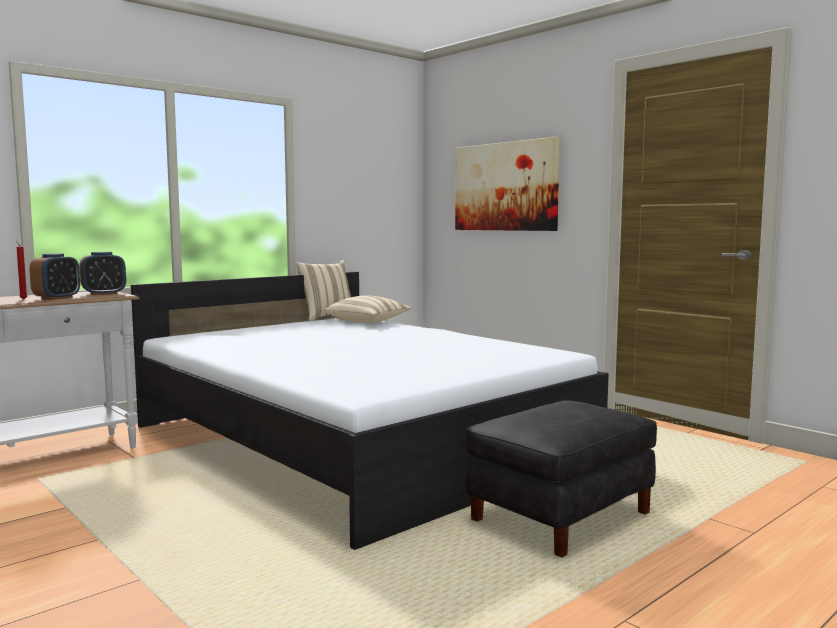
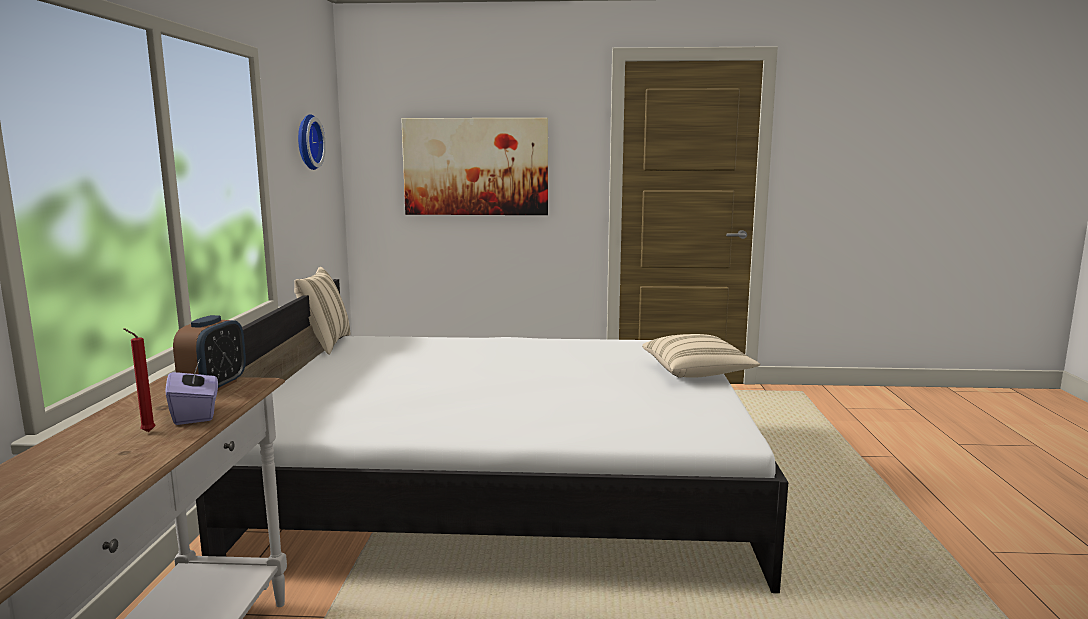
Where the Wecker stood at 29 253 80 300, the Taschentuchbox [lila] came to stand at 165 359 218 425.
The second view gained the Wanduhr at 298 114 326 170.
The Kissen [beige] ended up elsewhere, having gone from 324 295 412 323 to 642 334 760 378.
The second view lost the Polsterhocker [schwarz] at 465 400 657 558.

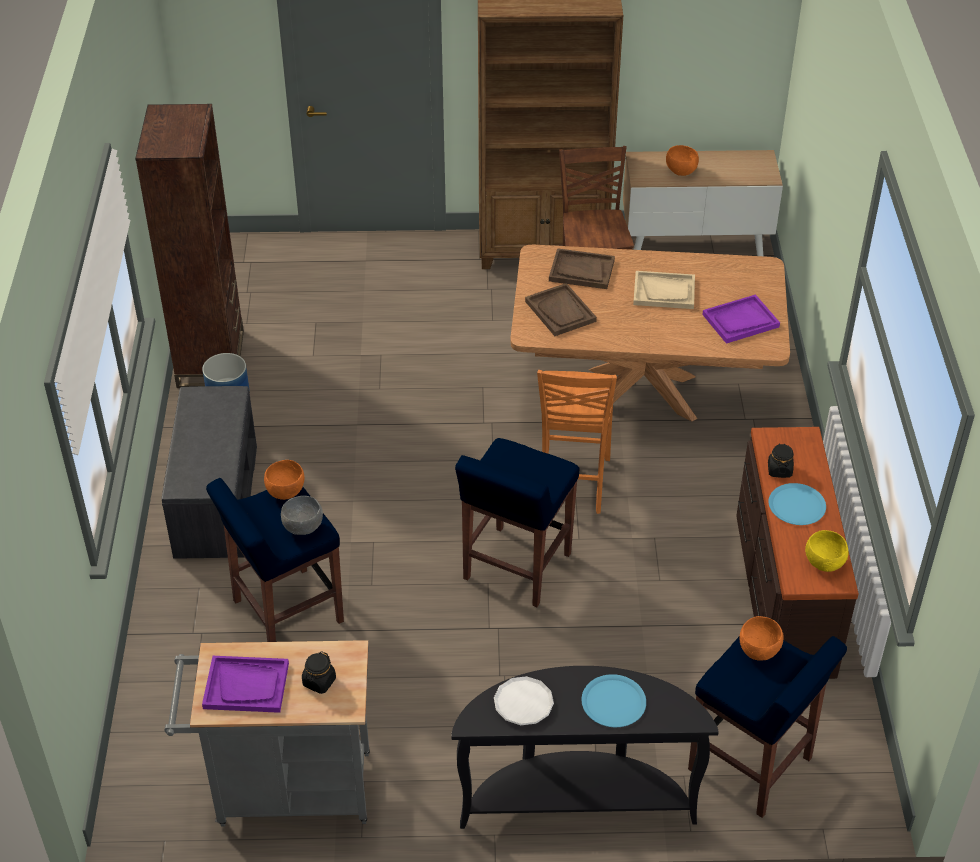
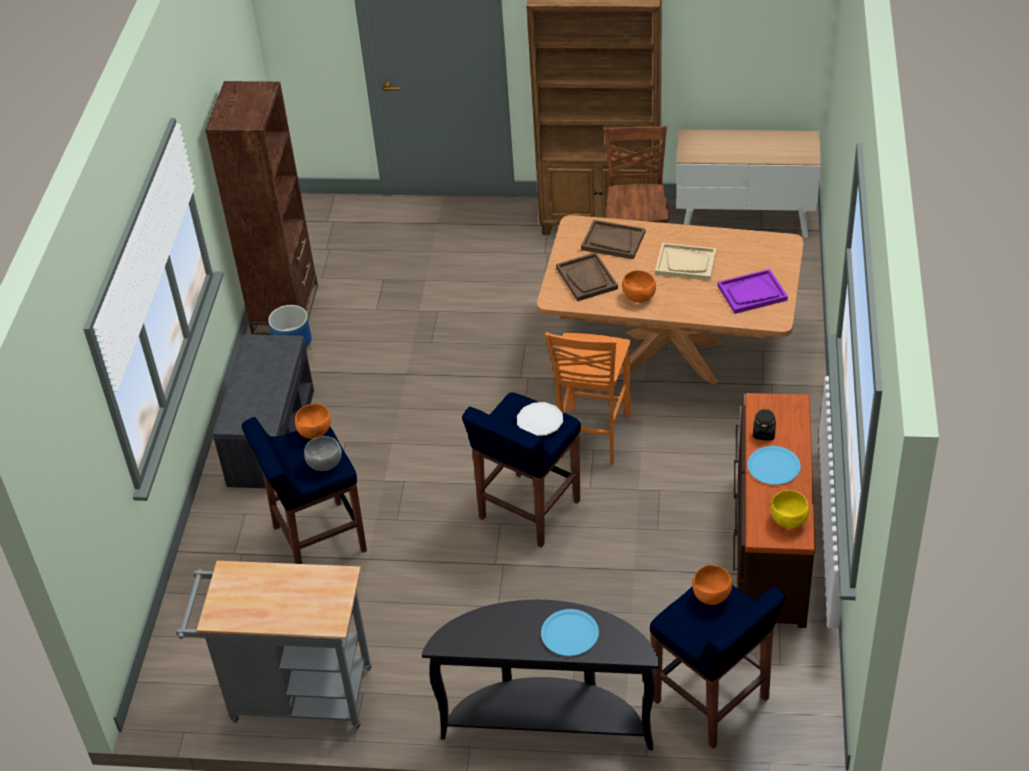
The Teller [weiß] ended up elsewhere, having gone from 494 676 554 725 to 517 402 563 436.
The Schüssel [orange] ended up elsewhere, having gone from 666 145 699 176 to 622 270 656 303.
The second view lost the Tablett [lila] at 202 656 289 713.
The second view lost the Vorratsglas [schwarz] at 302 651 336 694.

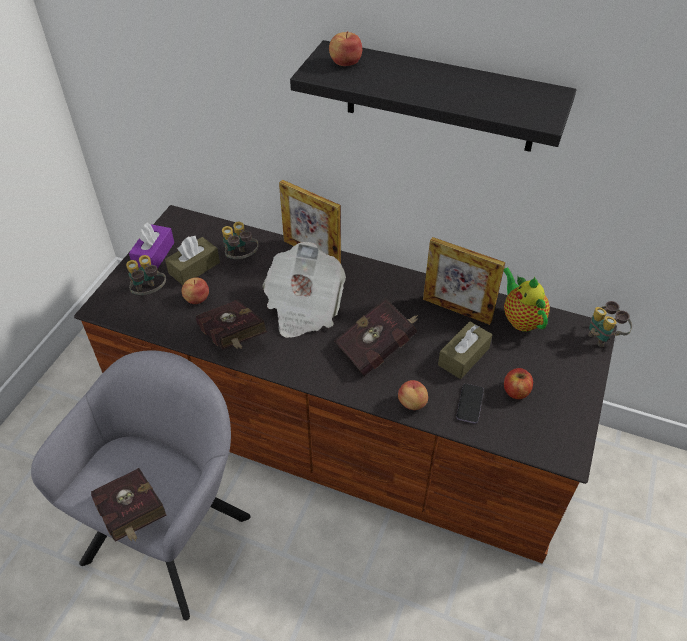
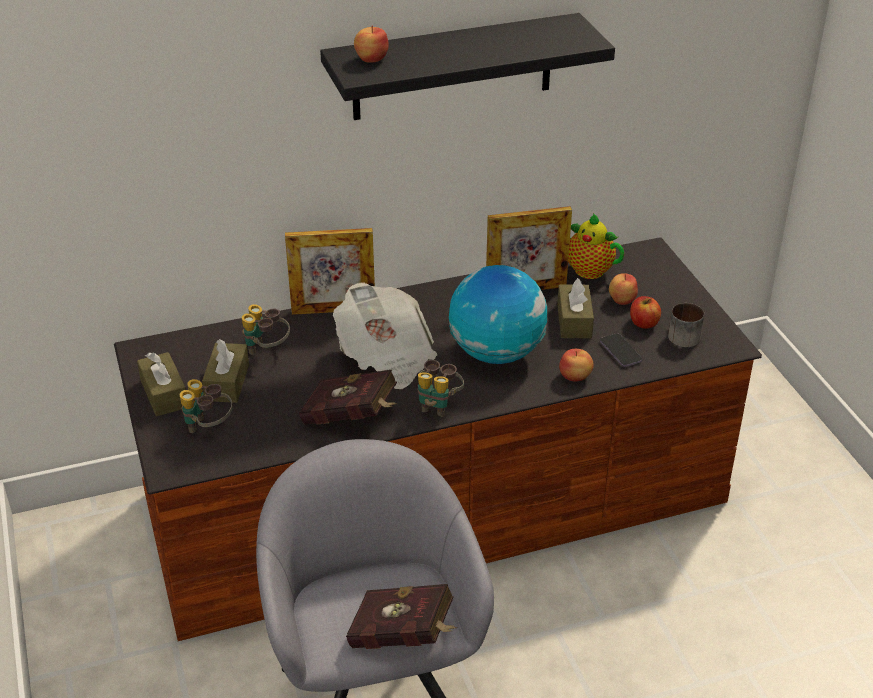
What was the Taschentuchbox [lila] at 129 223 174 269 turned into the Taschentuchbox [braun] at 137 352 186 416.
The Fernglas ended up elsewhere, having gone from 588 301 632 347 to 418 360 464 417.
Where the Buch [rot] stood at 334 298 418 376, the Globus came to stand at 449 265 547 364.
The Apfel ended up elsewhere, having gone from 182 277 209 304 to 609 273 638 305.
The second view gained the Henkelbecher at 668 303 704 347.

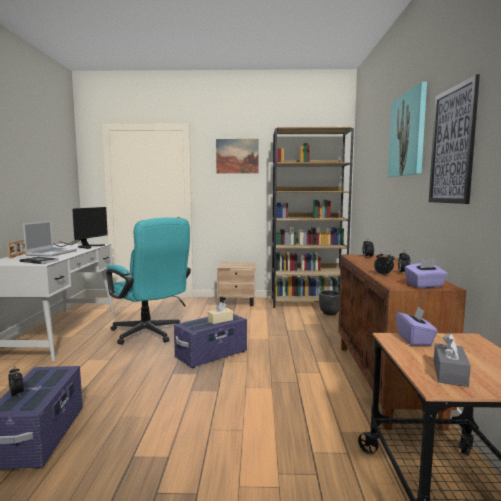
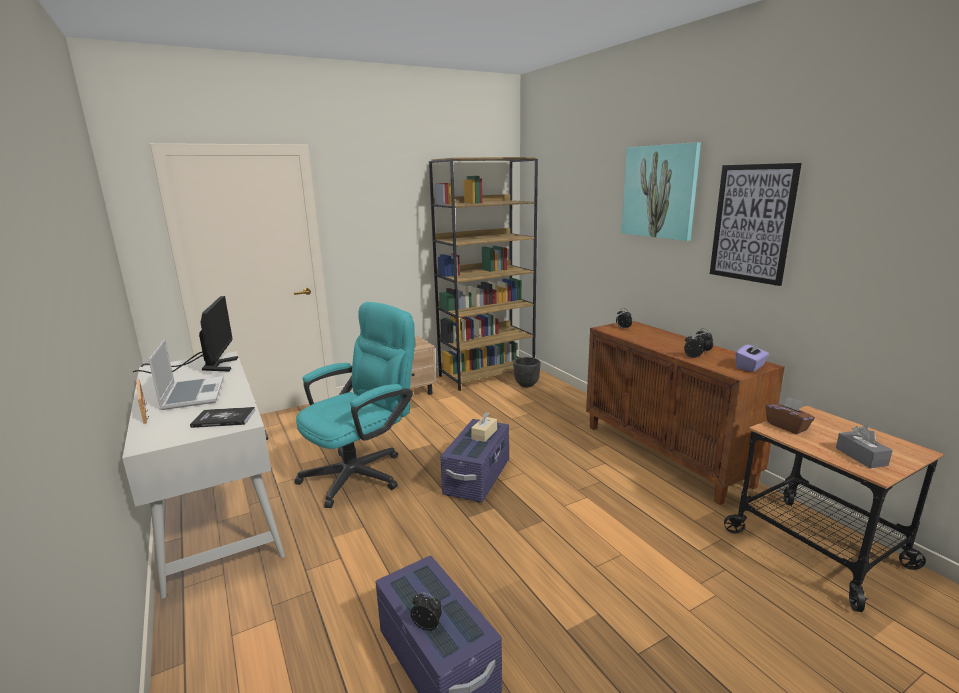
The Bürostuhl [türkis] at 106 217 191 345 ended up facing another way, 60 degrees counterclockwise from before.
What was the Taschentuchbox [lila] at 396 306 438 346 turned into the Taschentuchbox [braun] at 766 396 815 434.
The second view lost the Bild at 216 139 259 174.

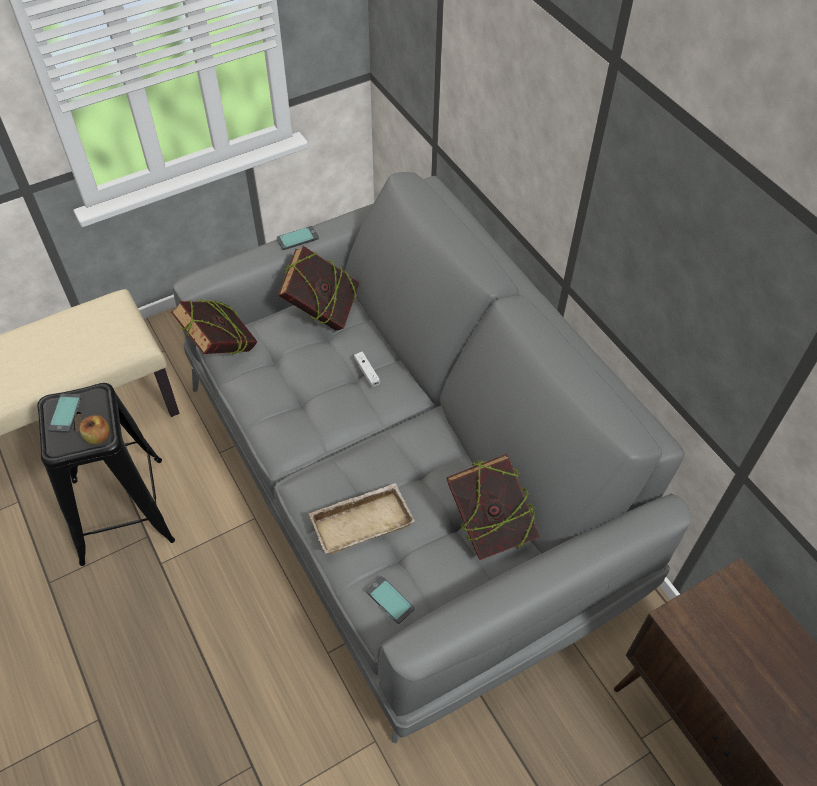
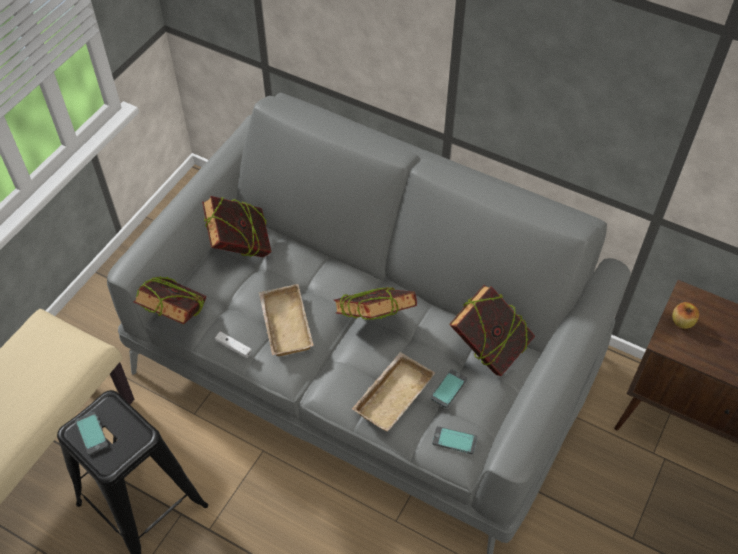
The Gamepad [weiß] ended up elsewhere, having gone from 354 352 380 387 to 215 331 252 358.
The second view gained the Tablett [beige] at 259 284 314 356.
The second view gained the Buch at 334 287 417 320.
The Handy ended up elsewhere, having gone from 276 226 319 250 to 431 369 467 408.
The Apfel ended up elsewhere, having gone from 80 415 110 445 to 672 302 699 329.

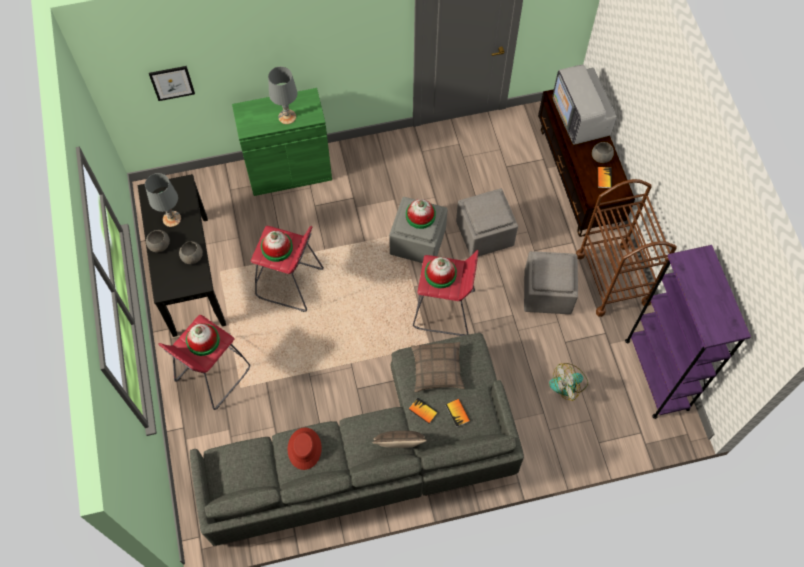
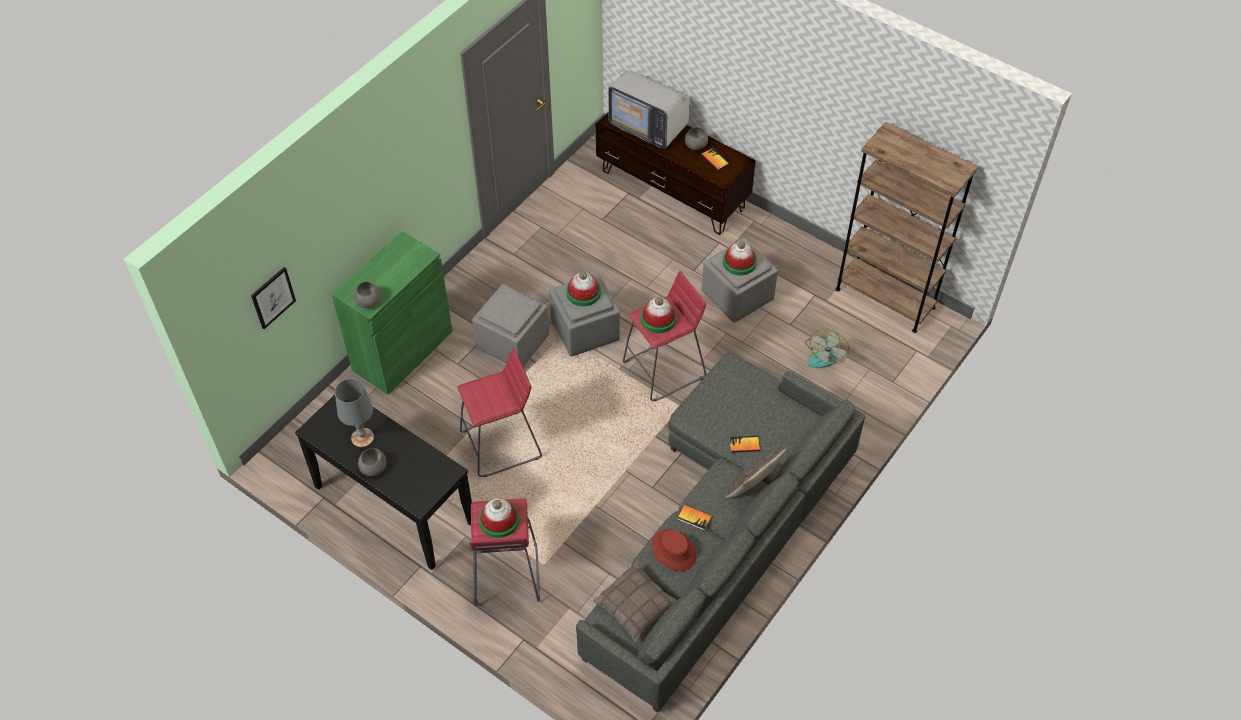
The Schüssel [grau] ended up elsewhere, having gone from 179 241 203 264 to 354 282 381 308.
The Polsterhocker [grau] ended up elsewhere, having gone from 456 188 518 256 to 472 284 549 366.
The Kissen ended up elsewhere, having gone from 411 342 465 392 to 593 562 677 642.
The Buch ended up elsewhere, having gone from 445 399 470 427 to 678 504 712 531.
The Hut ended up elsewhere, having gone from 261 231 293 262 to 723 241 757 275.
What was the Bücherregal [lila] at 625 245 751 419 turned into the Bücherregal [braun] at 835 122 978 333.
The second view lost the Tischlampe [grau] at 268 66 298 124.
The second view lost the Rollwagen [braun] at 576 179 677 317.

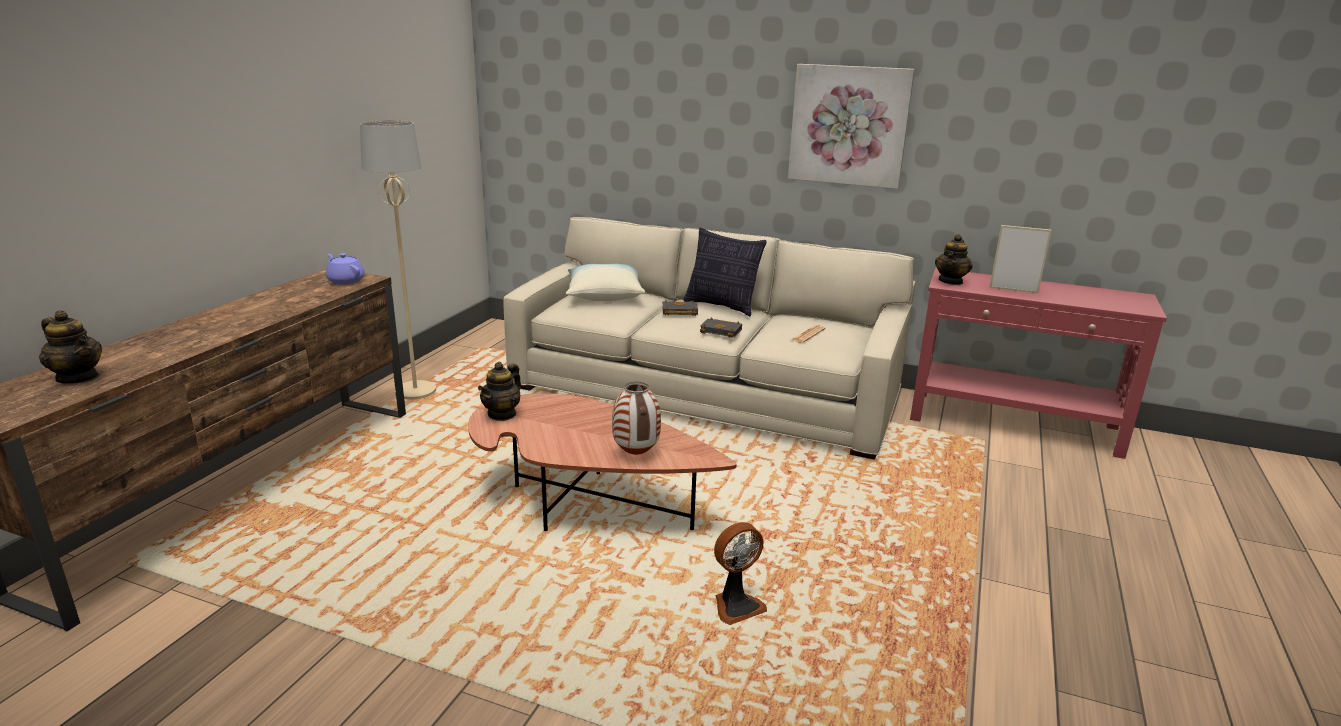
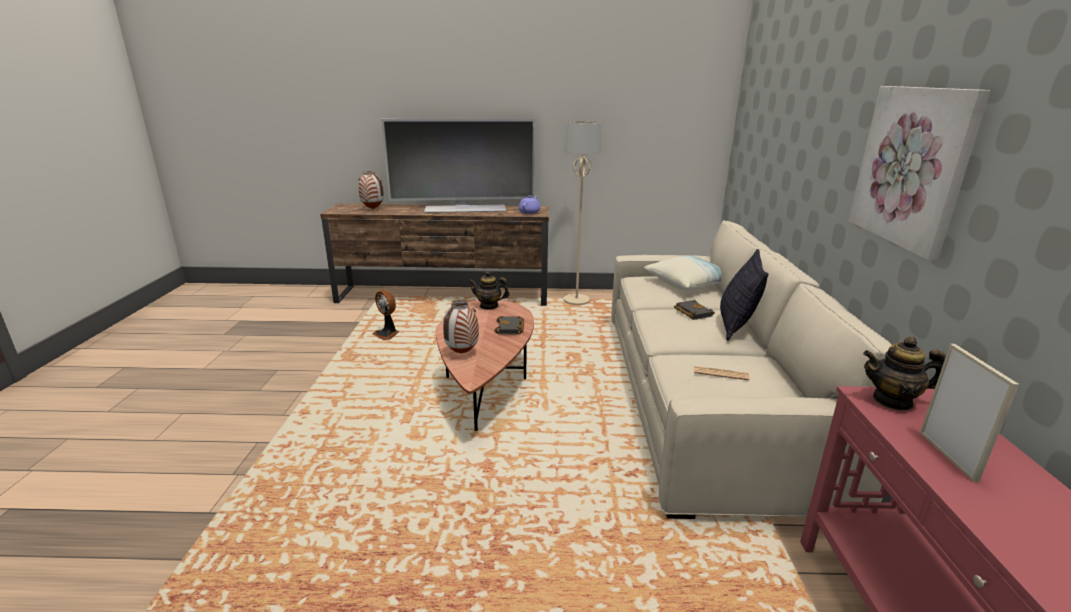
Where the Teekanne stood at 39 310 102 384, the Vase came to stand at 358 171 384 209.
The Ventilator ended up elsewhere, having gone from 714 522 767 625 to 372 290 399 340.
The second view gained the Fernseher at 381 119 535 213.
The Buch [schwarz] ended up elsewhere, having gone from 700 317 742 338 to 494 316 524 335.

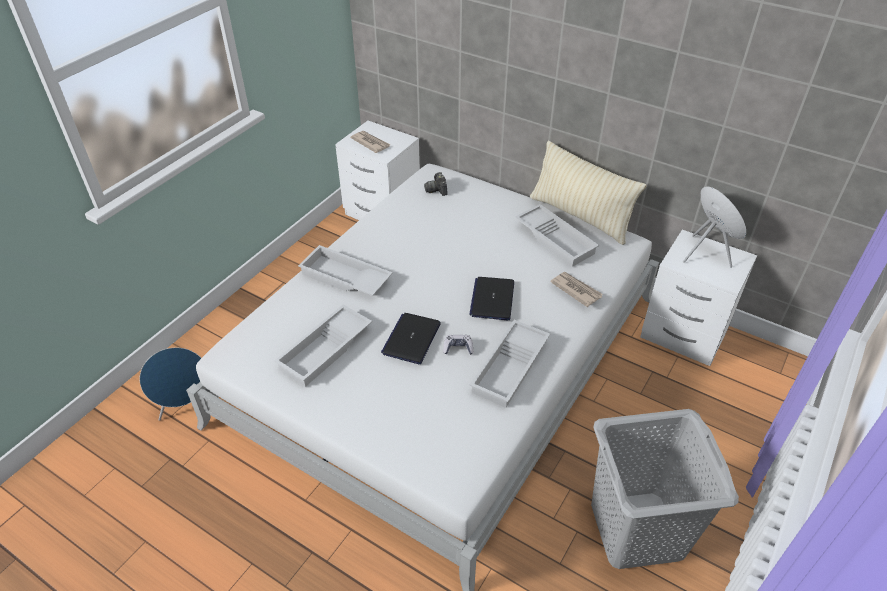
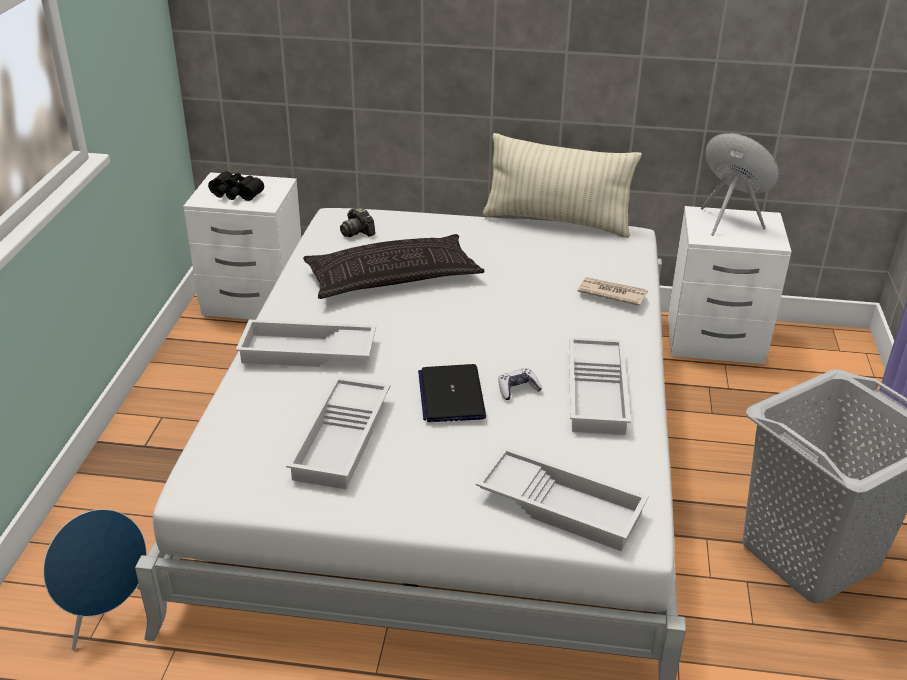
Where the Zeitung stood at 350 131 391 153, the Fernglas [schwarz] came to stand at 208 171 264 201.
The second view gained the Kissen at 303 234 485 299.
The Tablett [weiß] ended up elsewhere, having gone from 515 204 599 267 to 476 447 649 551.
The second view lost the Laptop at 469 277 514 320.

